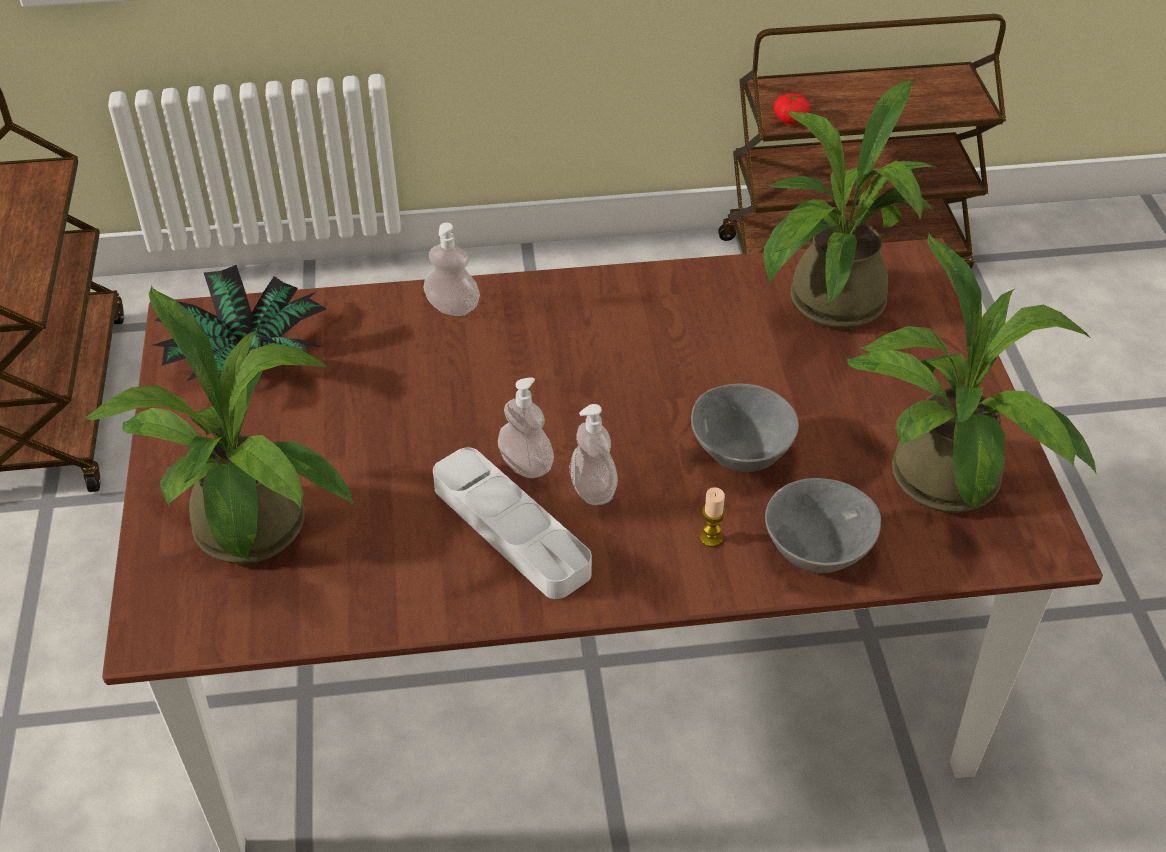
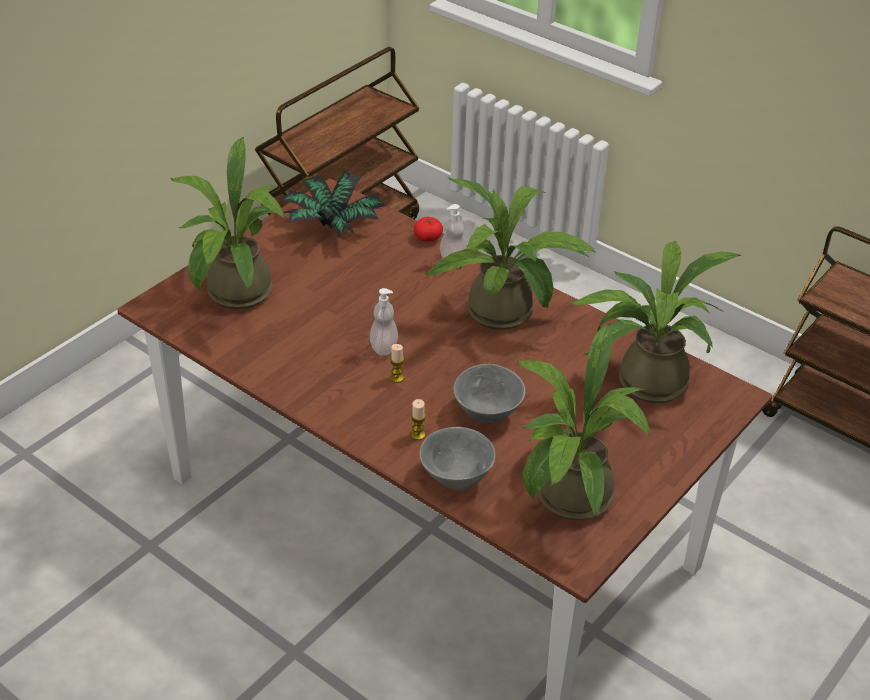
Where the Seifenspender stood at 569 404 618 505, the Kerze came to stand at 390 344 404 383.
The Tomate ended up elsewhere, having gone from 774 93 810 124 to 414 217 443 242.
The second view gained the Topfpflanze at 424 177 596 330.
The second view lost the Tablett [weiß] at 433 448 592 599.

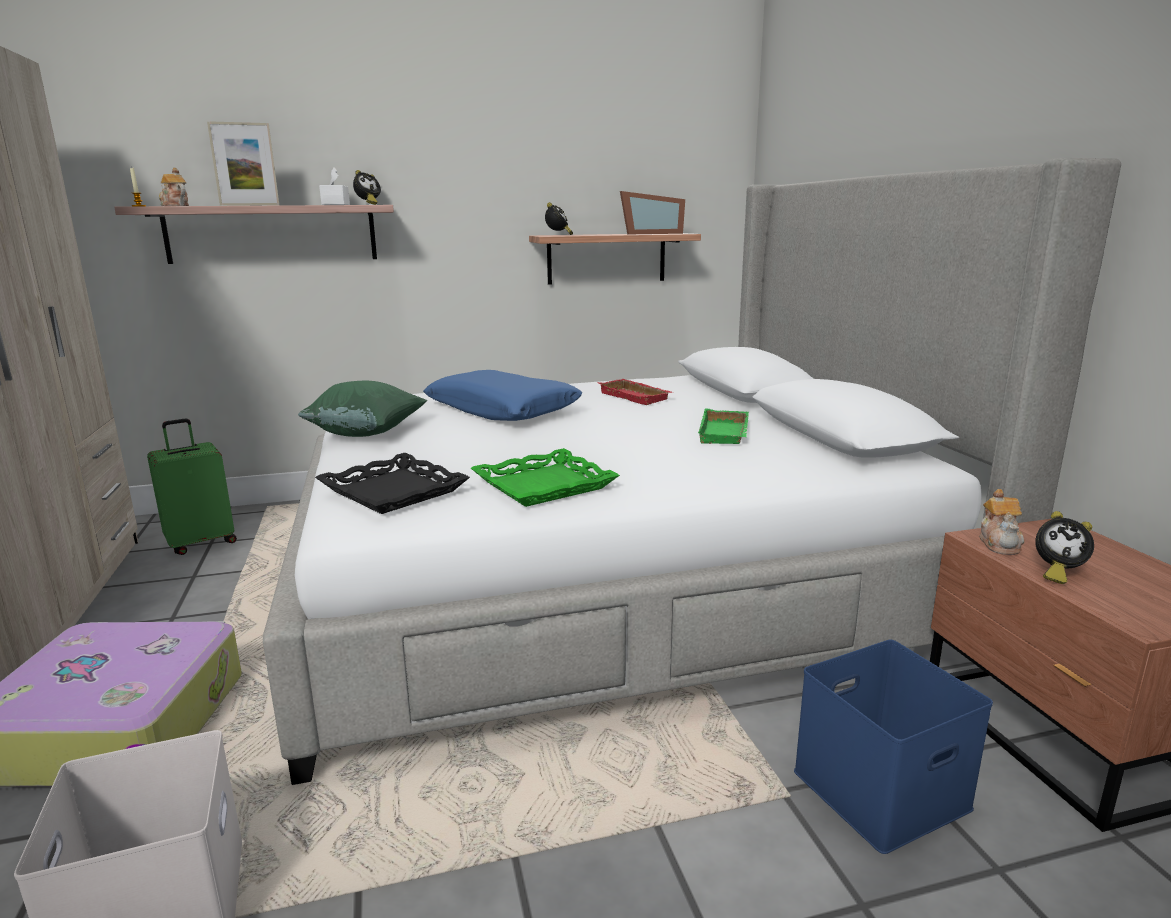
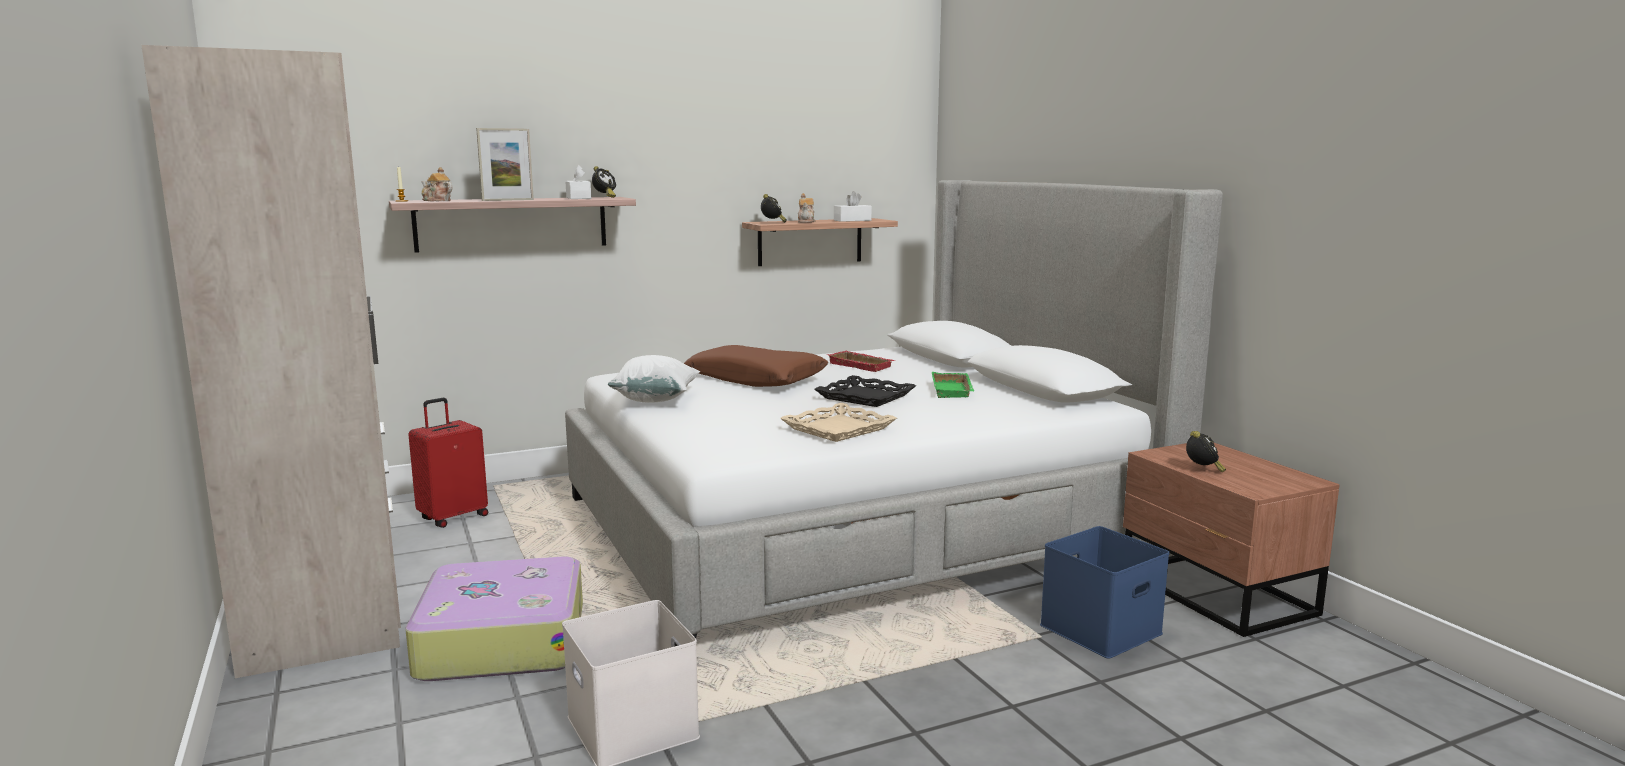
What was the Koffer [grün] at 147 418 237 555 turned into the Koffer [rot] at 408 398 488 528.
What was the Kissen [grün] at 298 381 427 437 turned into the Kissen [weiß] at 608 355 700 403.
What was the Kissen [blau] at 423 370 582 421 turned into the Kissen [braun] at 684 345 828 387.
What was the Tablett [grün] at 471 448 620 507 turned into the Tablett [beige] at 780 403 897 442.
The Teekanne ended up elsewhere, having gone from 979 489 1024 555 to 798 193 816 223.
The Tablett [schwarz] ended up elsewhere, having gone from 315 453 470 514 to 814 375 916 407.
Where the Bilderrahmen stood at 620 191 685 234, the Taschentuchbox [weiß] came to stand at 834 191 872 222.
The Wecker at 1035 511 1094 584 ended up facing another way, 90 degrees counterclockwise from before.

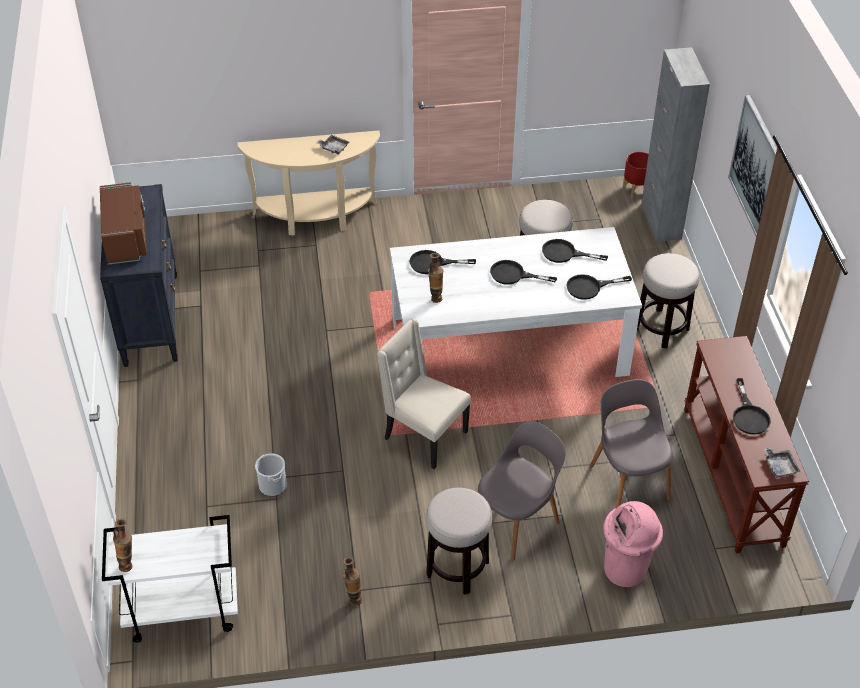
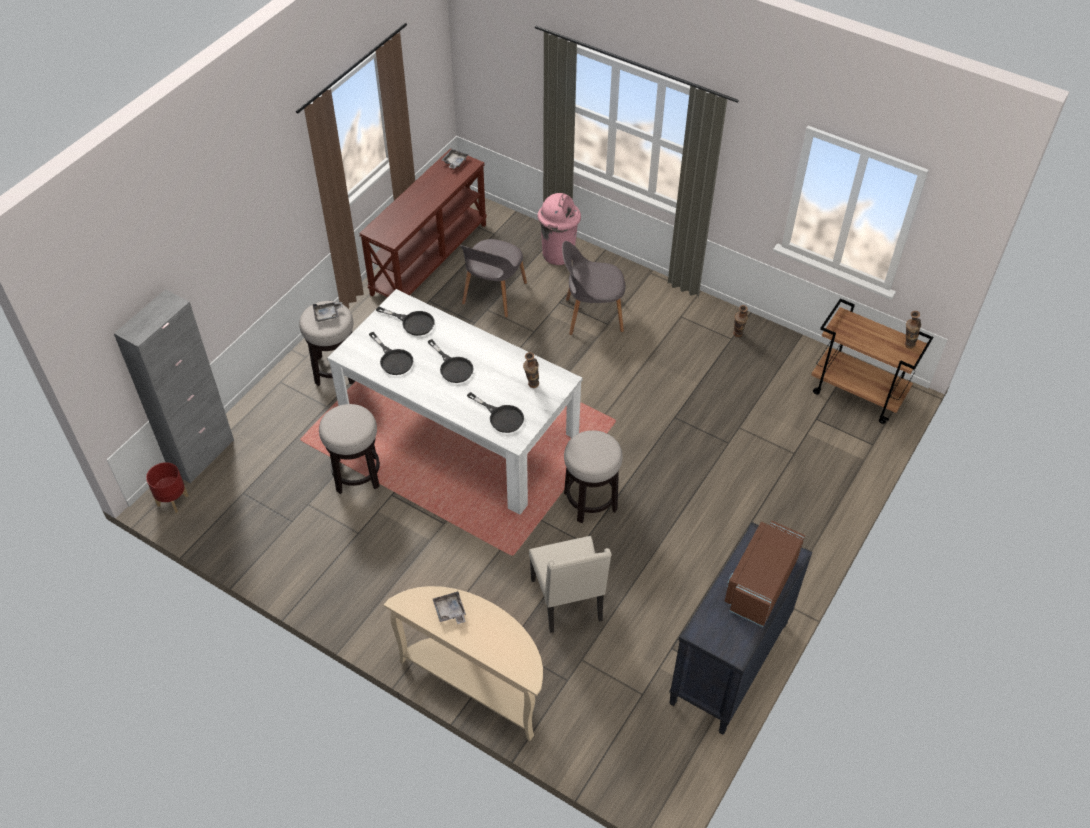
The second view gained the Tablett [grau] at 313 302 343 322.
The Stuhl [beige] ended up elsewhere, having gone from 377 318 471 469 to 529 536 612 633.
The Hocker ended up elsewhere, having gone from 426 487 492 595 to 564 430 623 523.
What was the Rollwagen [weiß] at 102 515 238 643 turned into the Rollwagen [braun] at 811 298 933 424.
The second view lost the Eimer at 255 453 287 496.
The second view lost the Bild at 728 95 777 236.
The second view lost the Pfanne [schwarz] at 733 378 771 435.

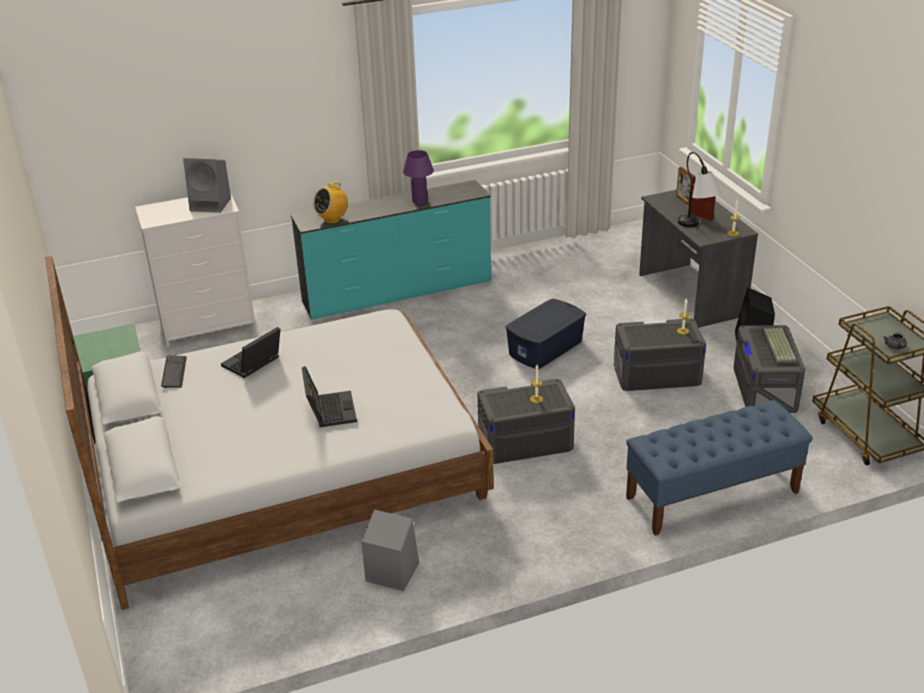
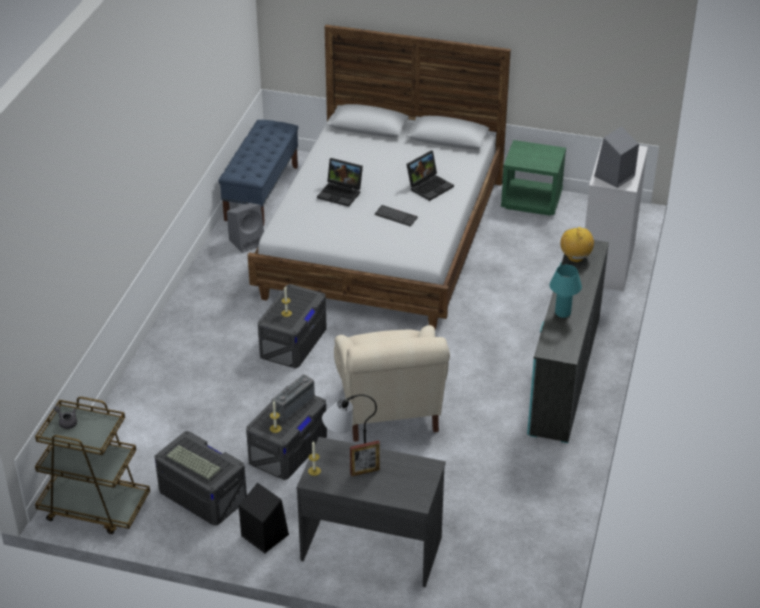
The Bank [blau] ended up elsewhere, having gone from 626 400 813 536 to 218 120 298 227.
The second view gained the Radio at 268 374 315 422.
Where the Aufbewahrungsbox [blau] stood at 505 299 586 369, the Sessel [beige] came to stand at 334 325 450 442.
The Tastatur ended up elsewhere, having gone from 161 355 187 388 to 374 205 418 227.
The Laptop at 221 327 280 378 ended up facing another way, 60 degrees clockwise from before.
What was the Tischlampe [lila] at 403 150 434 205 turned into the Tischlampe [türkis] at 550 265 582 318.
The second view lost the Bilderrahmen at 676 167 696 206.

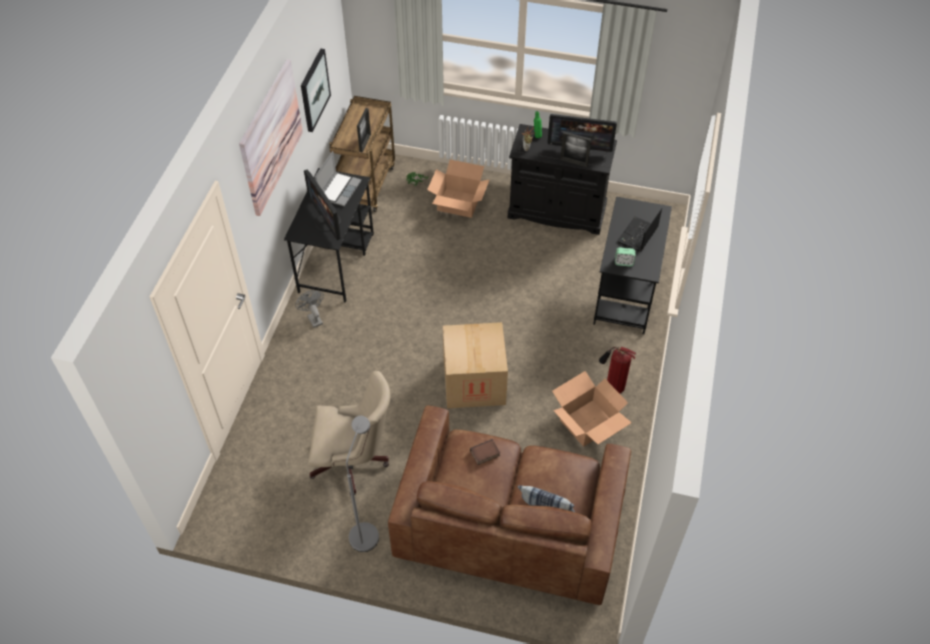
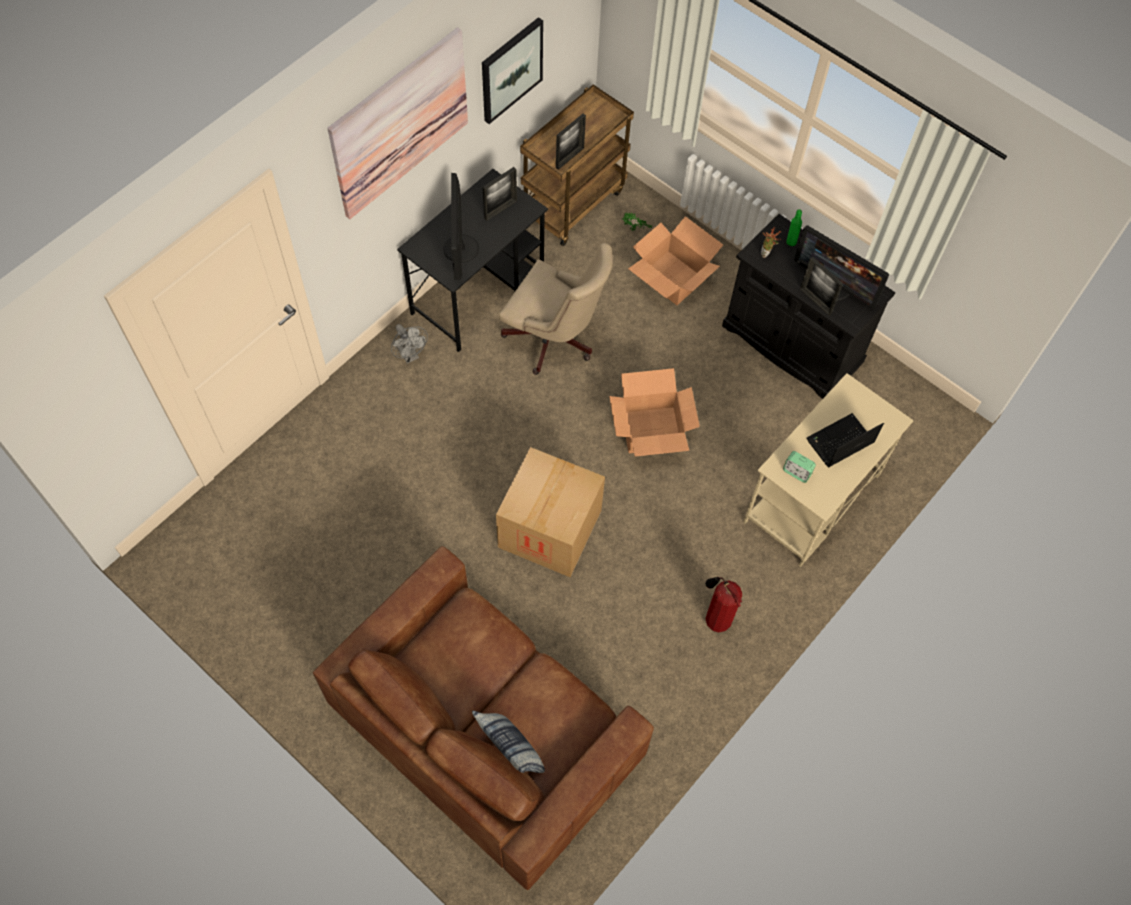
The Ventilator [grau] at 295 290 324 328 ended up facing another way, 150 degrees clockwise from before.
Where the Laptop stood at 315 151 361 206, the Bilderrahmen came to stand at 483 167 517 221.
The Bürostuhl [beige] ended up elsewhere, having gone from 309 371 390 496 to 499 243 613 375.
The Karton ended up elsewhere, having gone from 552 371 632 447 to 609 368 700 456.
What was the Schreibtisch [schwarz] at 593 197 672 334 turned into the Schreibtisch [beige] at 743 373 914 567.
The second view lost the Stehlampe [grau] at 346 416 379 552.
The second view lost the Buch at 470 439 500 465.

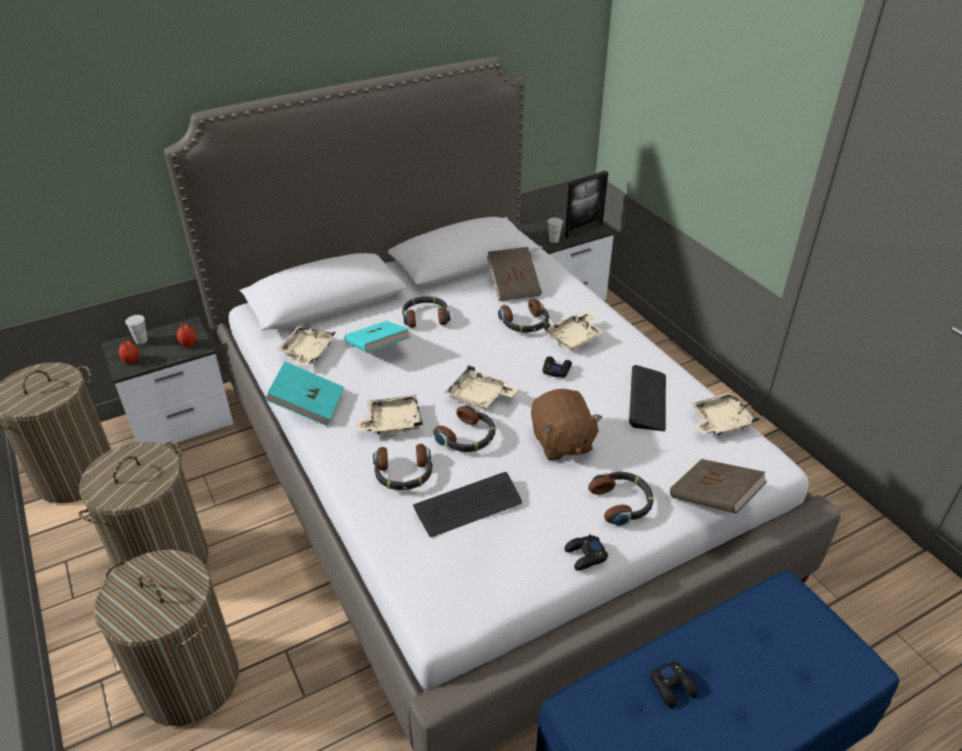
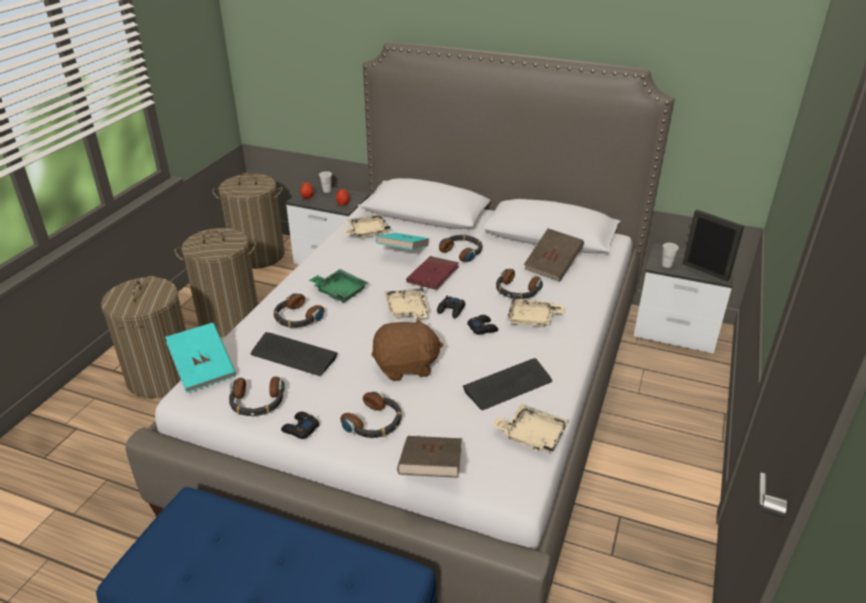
The Buch [türkis] ended up elsewhere, having gone from 265 362 344 426 to 165 323 236 393.
The Kopfhörer ended up elsewhere, having gone from 433 405 495 452 to 229 376 285 416.
What was the Tablett [beige] at 356 395 423 435 turned into the Tablett [grün] at 309 269 368 303.
The Plüschtier [braun] at 531 389 603 461 ended up facing another way, 135 degrees counterclockwise from before.
The second view gained the Buch [rot] at 406 256 459 290.
The Gamepad [schwarz] ended up elsewhere, having gone from 651 661 697 708 to 437 296 465 318.
The Bilderrahmen at 565 170 608 239 ended up facing another way, 150 degrees counterclockwise from before.

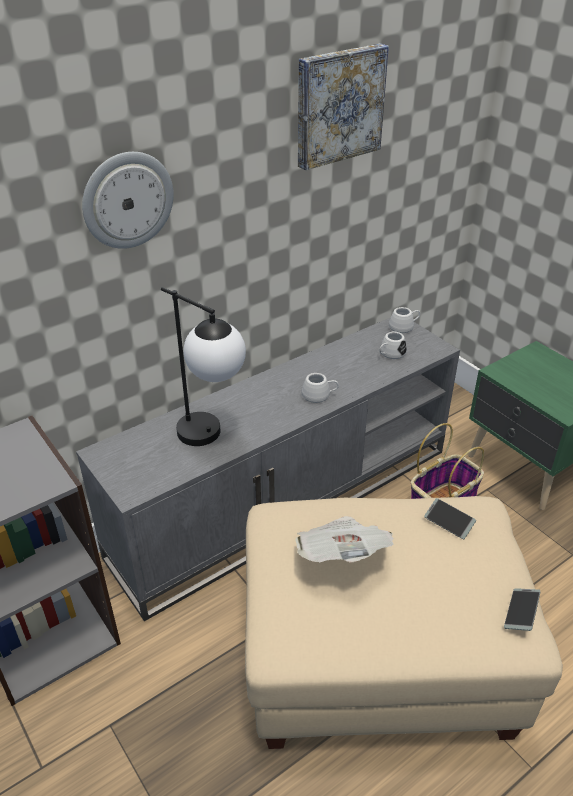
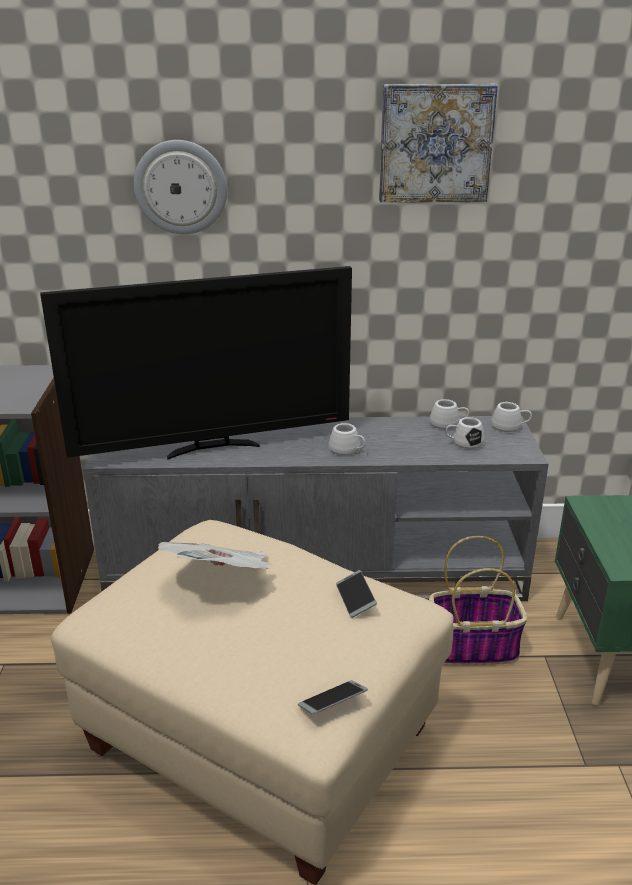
Where the Tischlampe stood at 161 287 246 446, the Fernseher came to stand at 40 266 352 460.
The second view gained the Henkelbecher [weiß] at 430 399 469 429.

